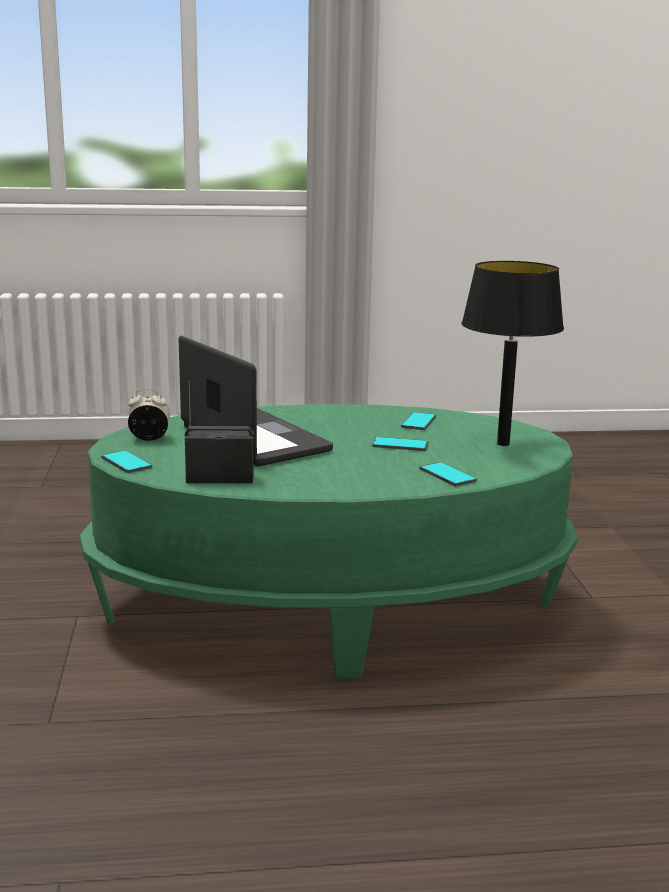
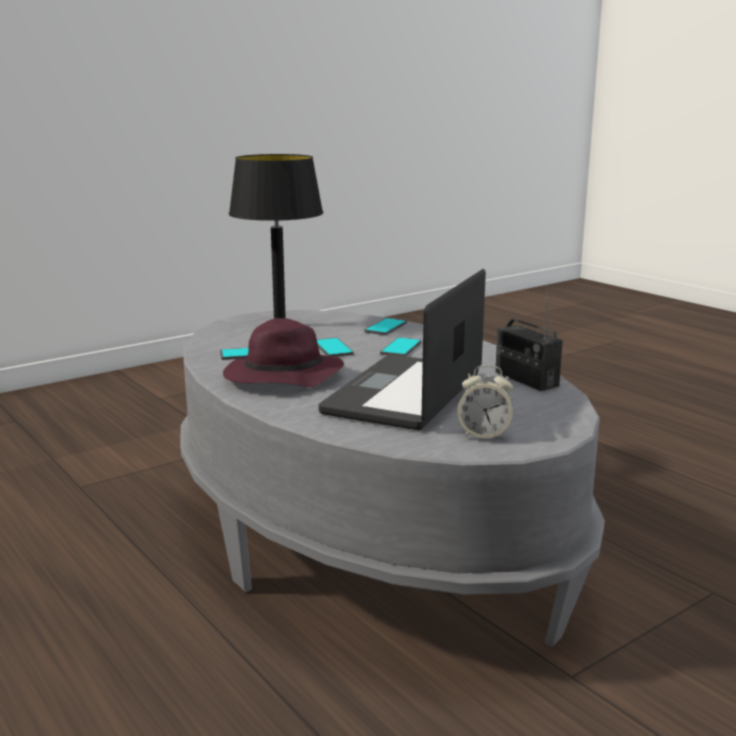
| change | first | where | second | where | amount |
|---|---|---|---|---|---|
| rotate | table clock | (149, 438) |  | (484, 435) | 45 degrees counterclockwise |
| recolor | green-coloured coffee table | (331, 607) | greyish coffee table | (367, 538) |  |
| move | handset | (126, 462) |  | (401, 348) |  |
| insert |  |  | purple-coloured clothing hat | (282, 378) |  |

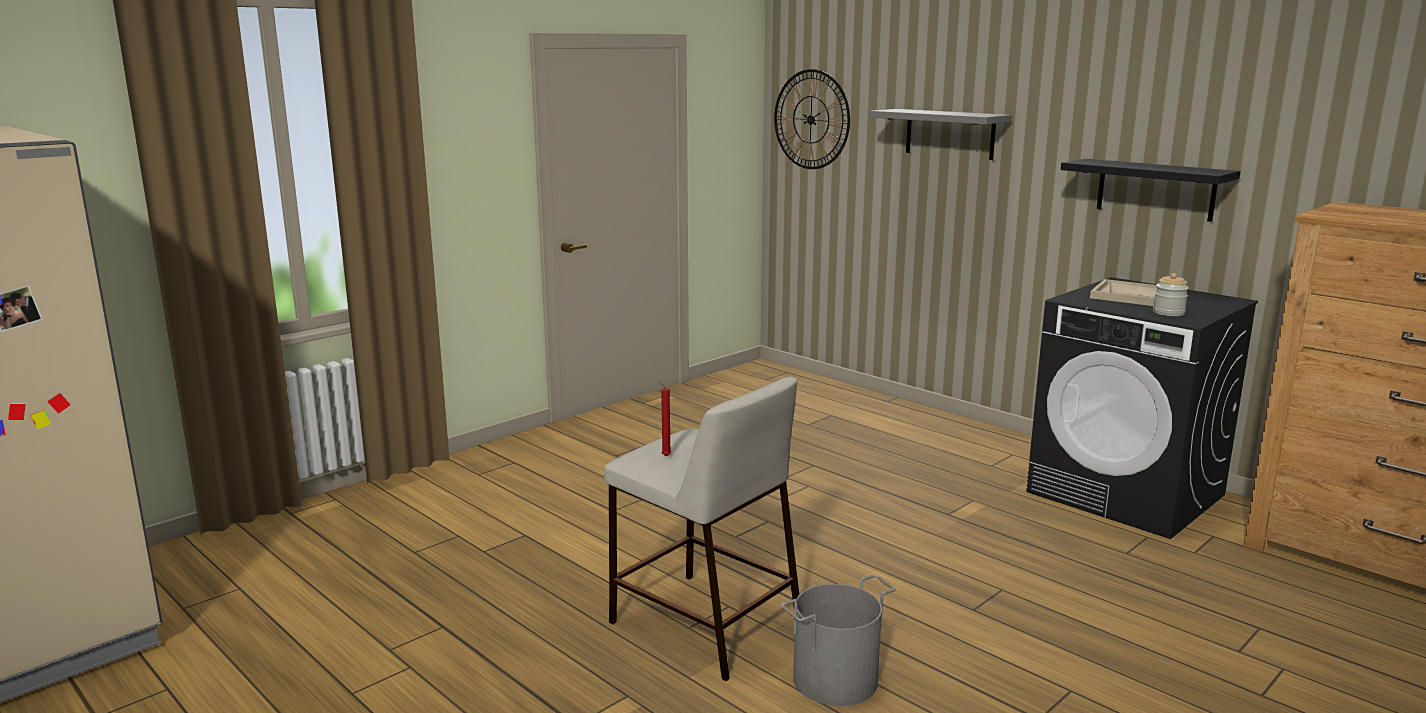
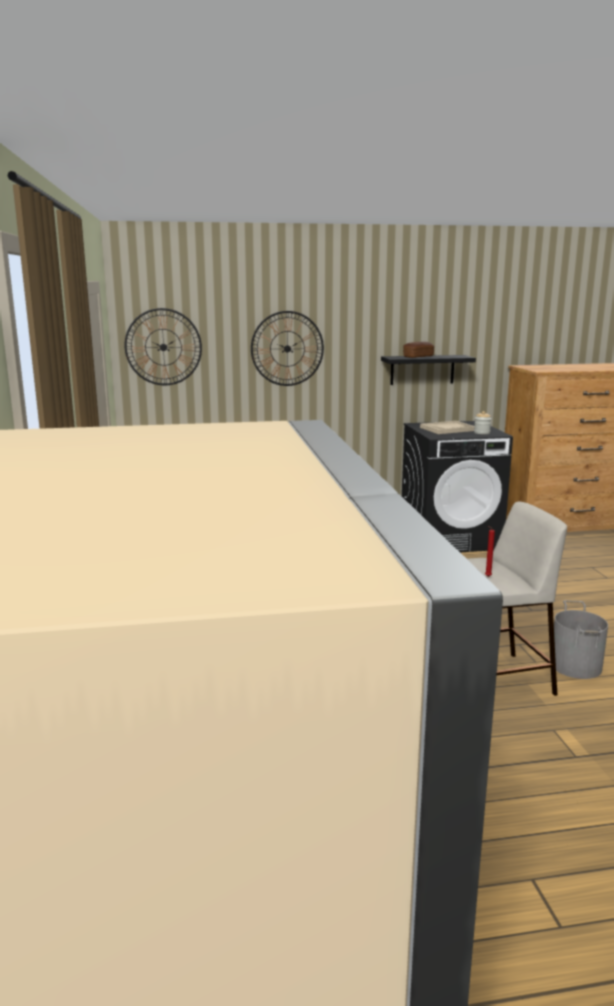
| change | first | where | second | where | amount |
|---|---|---|---|---|---|
| replace | greyish wall shelf | (949, 134) | wall clock | (287, 348) |  |
| insert |  |  | baked bread | (418, 357) |  |

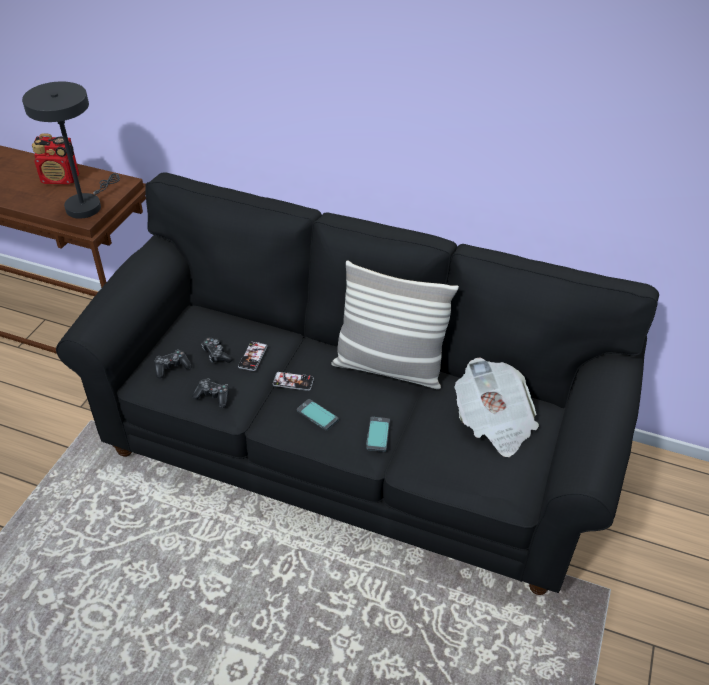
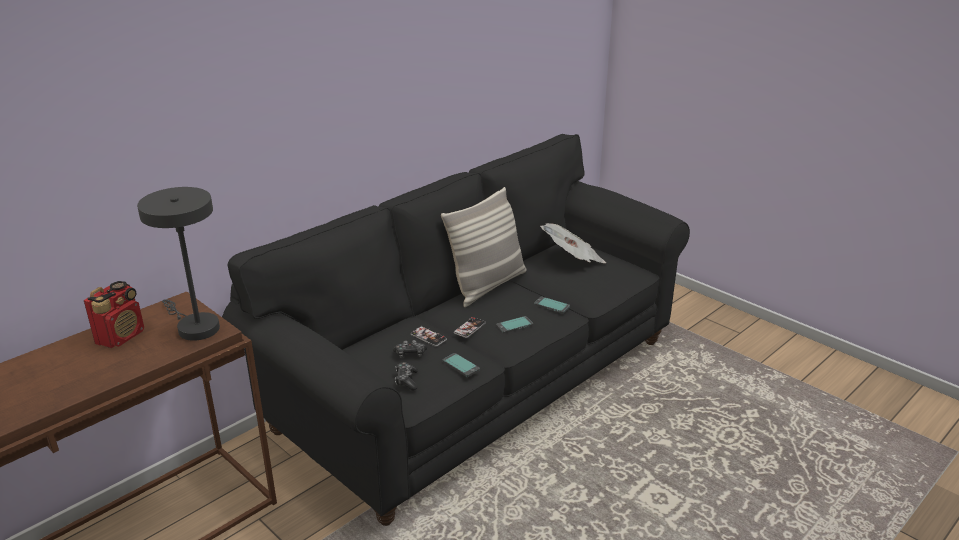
| change | first | where | second | where | amount |
|---|---|---|---|---|---|
| replace | game controller | (213, 396) | handset | (461, 365) |  |

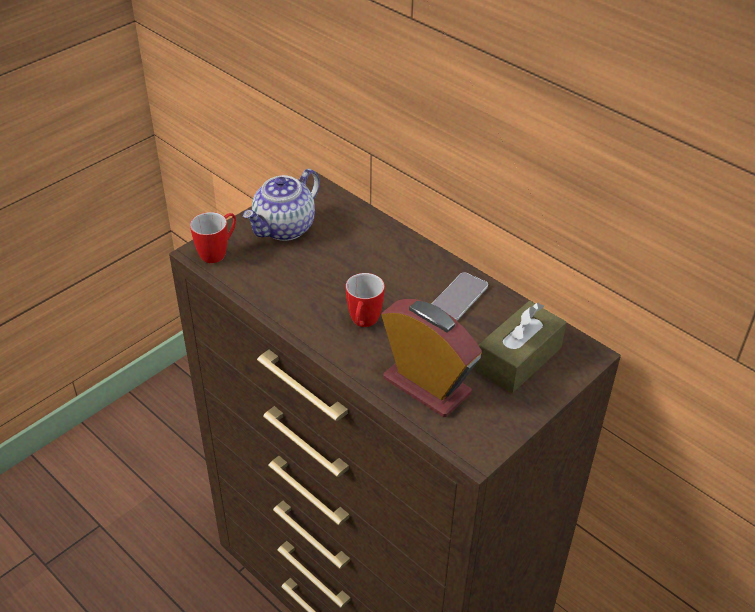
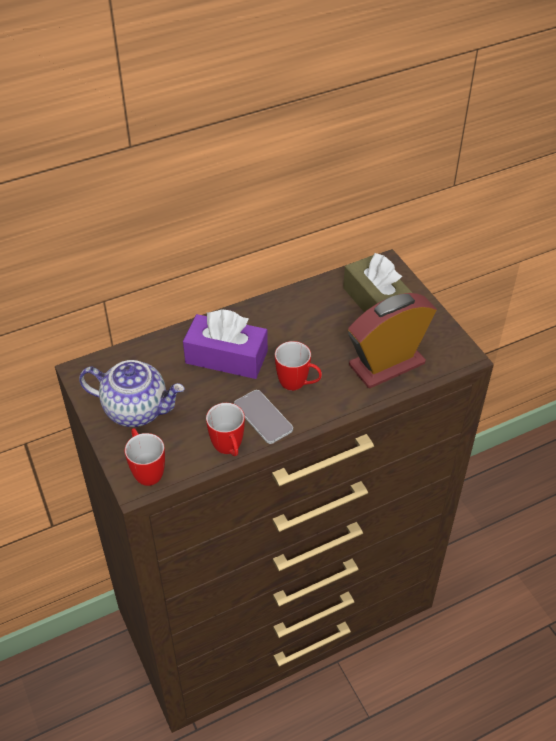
| change | first | where | second | where | amount |
|---|---|---|---|---|---|
| rotate | teapot | (285, 228) |  | (137, 409) | 45 degrees counterclockwise |
| move | handset | (459, 297) |  | (263, 417) |  |
| insert |  |  | purple-coloured tissue box | (226, 357) |  |
| insert |  |  | tea mug | (229, 450) |  |

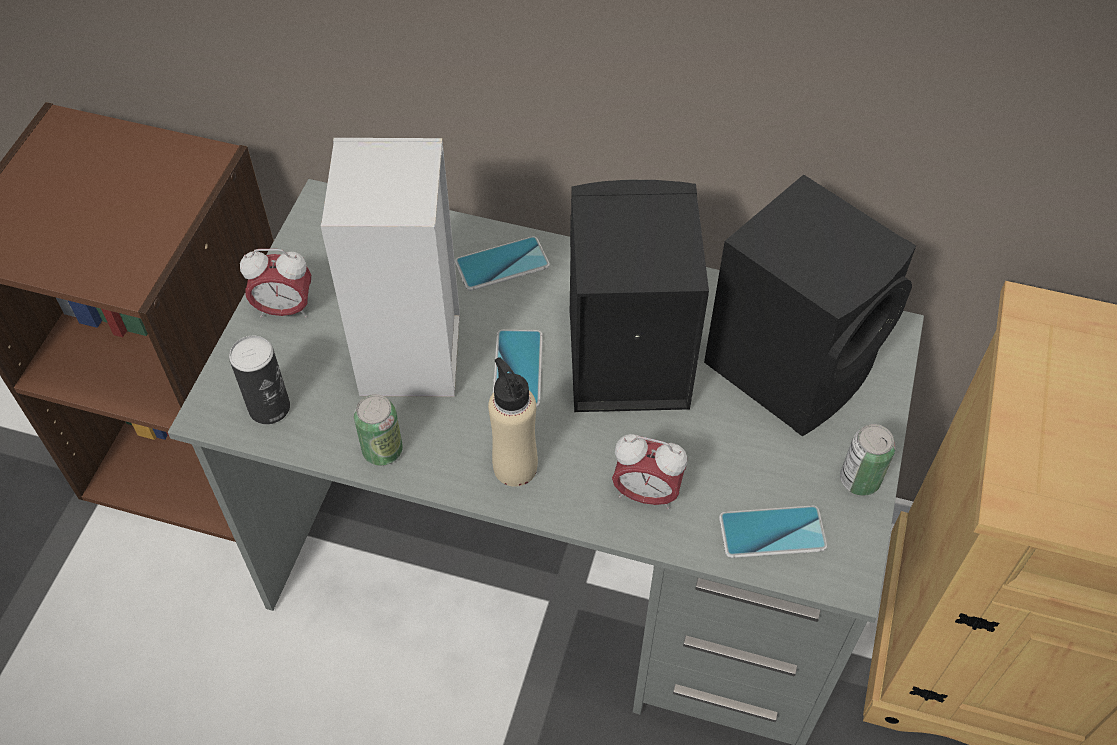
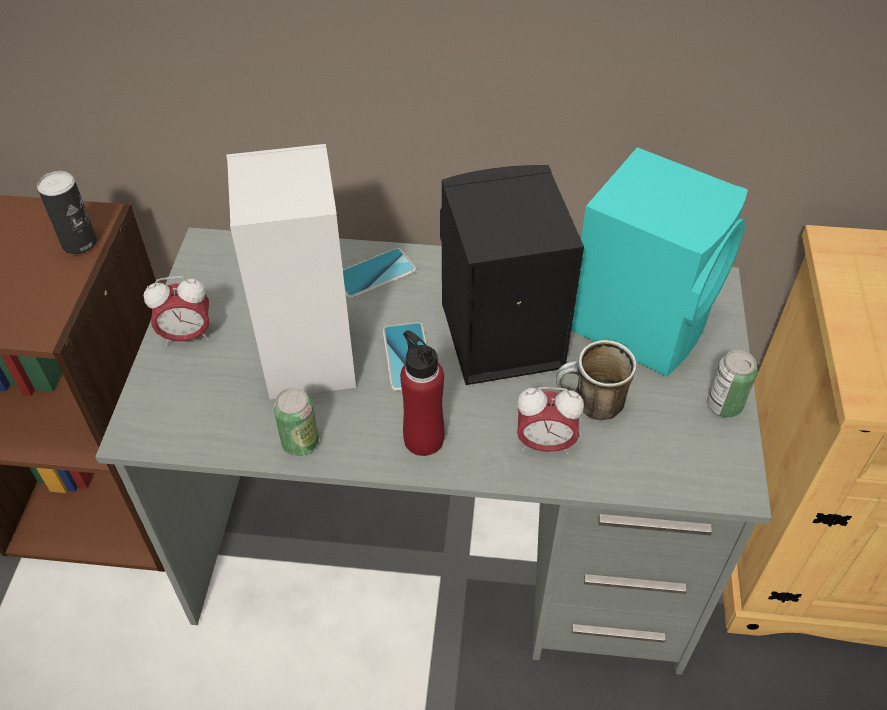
| change | first | where | second | where | amount |
|---|---|---|---|---|---|
| recolor | blackish speaker | (793, 364) | turquoise speaker | (642, 320) |  |
| move | metal can | (269, 407) |  | (79, 243) |  |
| recolor | beige-coloured bottle | (515, 467) | red-coloured bottle | (423, 439) |  |
| delete | handset | (772, 532) |  |  |  |
| insert |  |  | tea mug | (589, 407) |  |

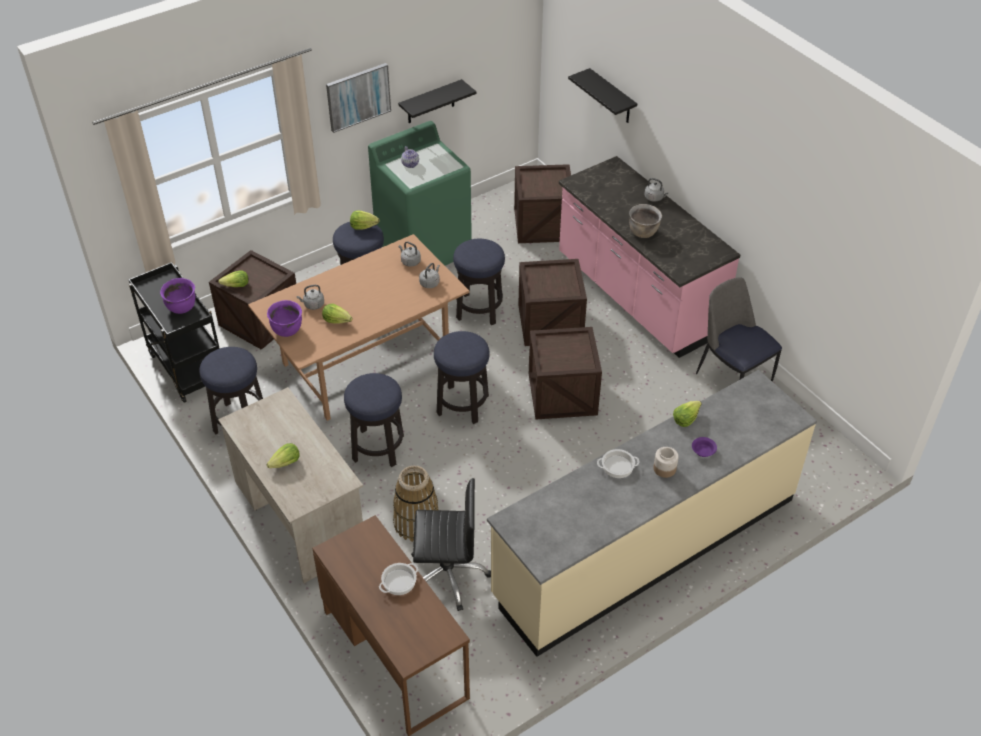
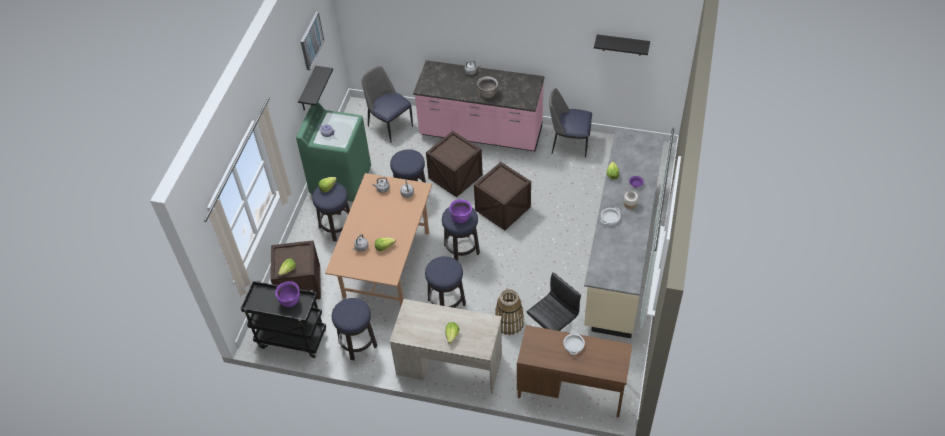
| change | first | where | second | where | amount |
|---|---|---|---|---|---|
| move | wall picture | (358, 97) |  | (311, 40) |  |
| move | blackish wall shelf | (612, 97) |  | (622, 45) |  |
| replace | shipping crate | (542, 225) | chair | (389, 125) |  |
| move | purple-coloured stockpot | (287, 330) |  | (461, 217) |  |

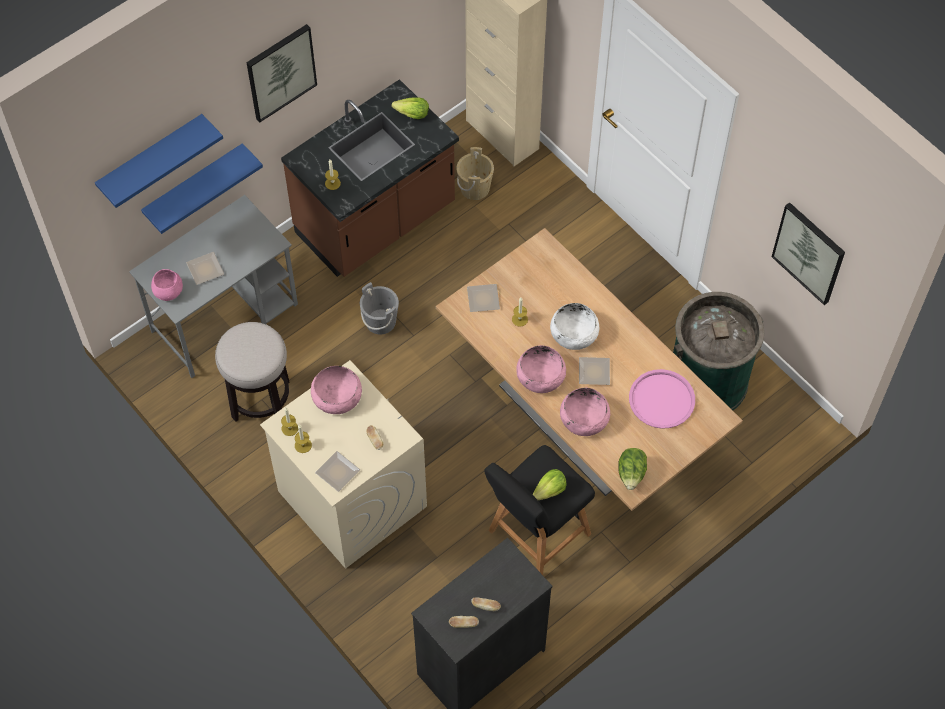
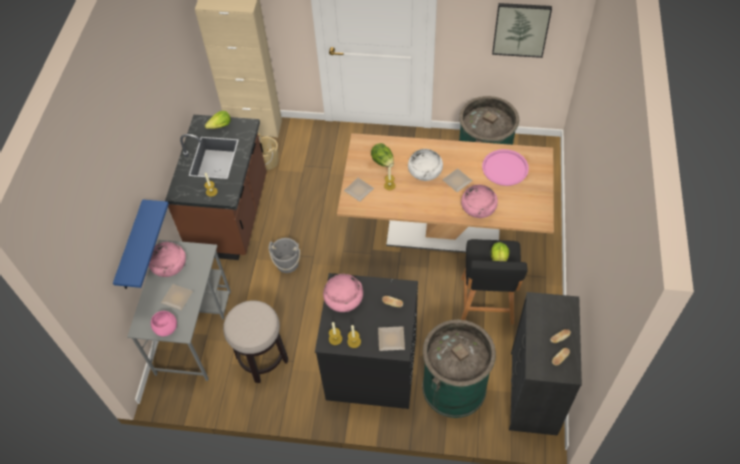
| change | first | where | second | where | amount |
|---|---|---|---|---|---|
| delete | wall picture | (280, 72) |  |  |  |
| delete | blue-coloured wall shelf | (151, 159) |  |  |  |
| move | pink-coloured bowl | (540, 375) |  | (169, 264) |  |
| recolor | beige-coloured laundry machine | (351, 498) | blackish laundry machine | (371, 368) |  |
| move | lettuce | (631, 474) |  | (383, 162) |  |
| insert |  |  | green-coloured waste bin | (454, 387) |  |

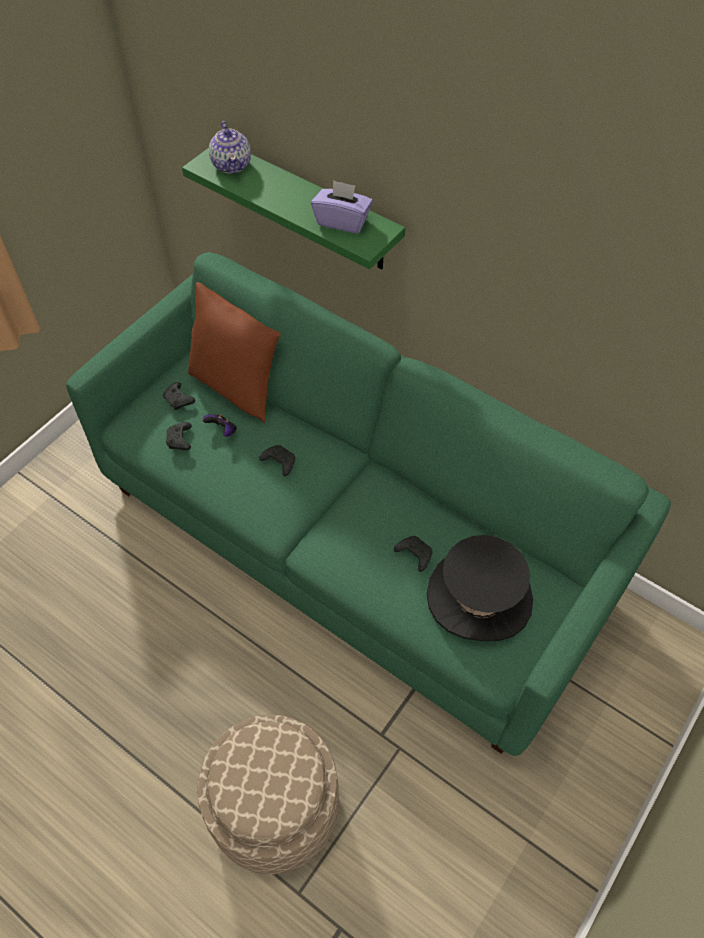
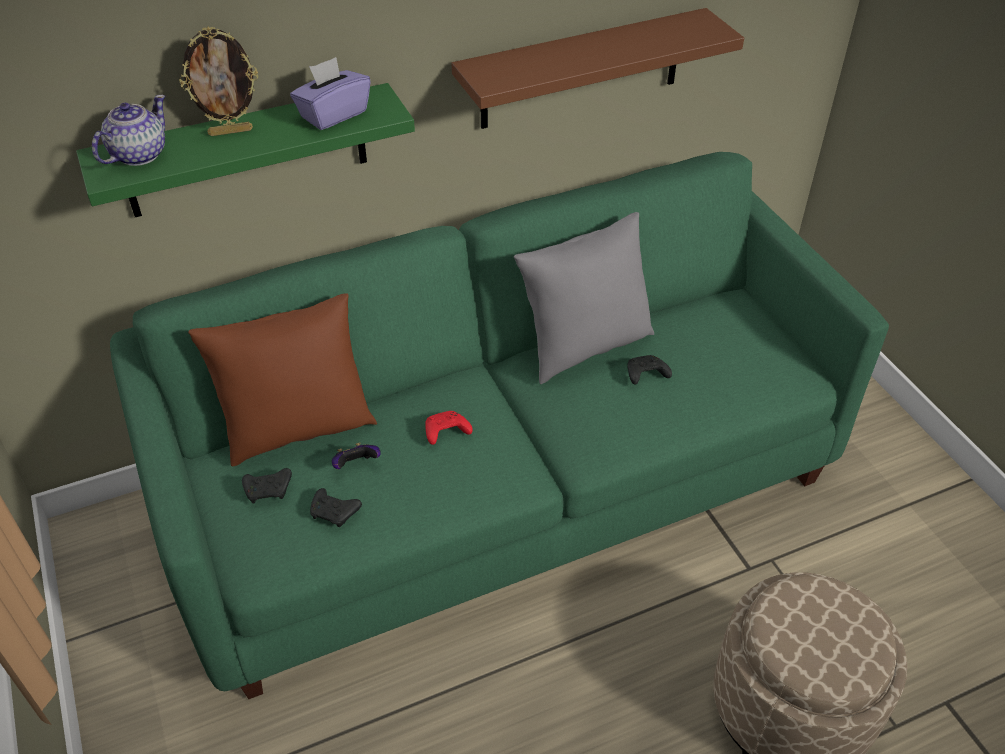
| change | first | where | second | where | amount |
|---|---|---|---|---|---|
| rotate | teapot | (232, 164) |  | (138, 155) | 75 degrees counterclockwise |
| recolor | blackish game controller | (278, 462) | red-coloured game controller | (445, 433) |  |
| delete | blackish clothing hat | (479, 597) |  |  |  |
| insert |  |  | brown-coloured wall shelf | (581, 69) |  |
| insert |  |  | photo frame | (231, 131) |  |
| insert |  |  | greyish throw pillow | (584, 347) |  |

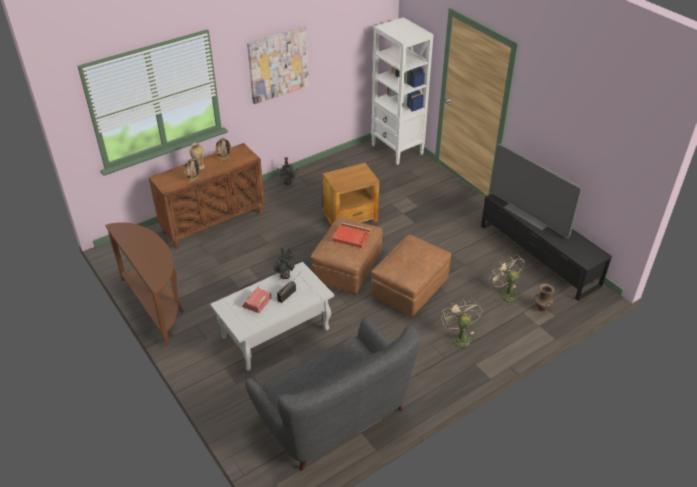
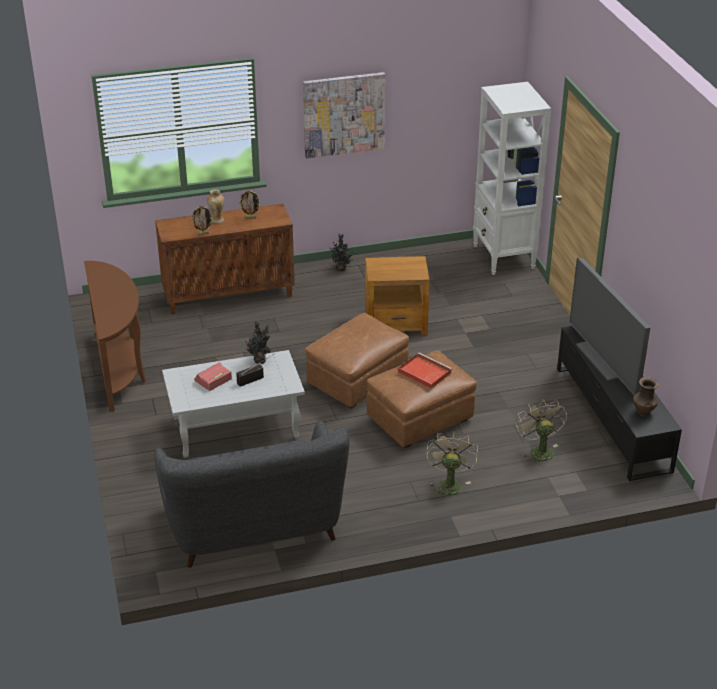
| change | first | where | second | where | amount |
|---|---|---|---|---|---|
| move | red-coloured serving tray | (350, 237) |  | (423, 372) |  |
| move | brown-coloured decorative vase | (541, 308) |  | (643, 412) |  |

